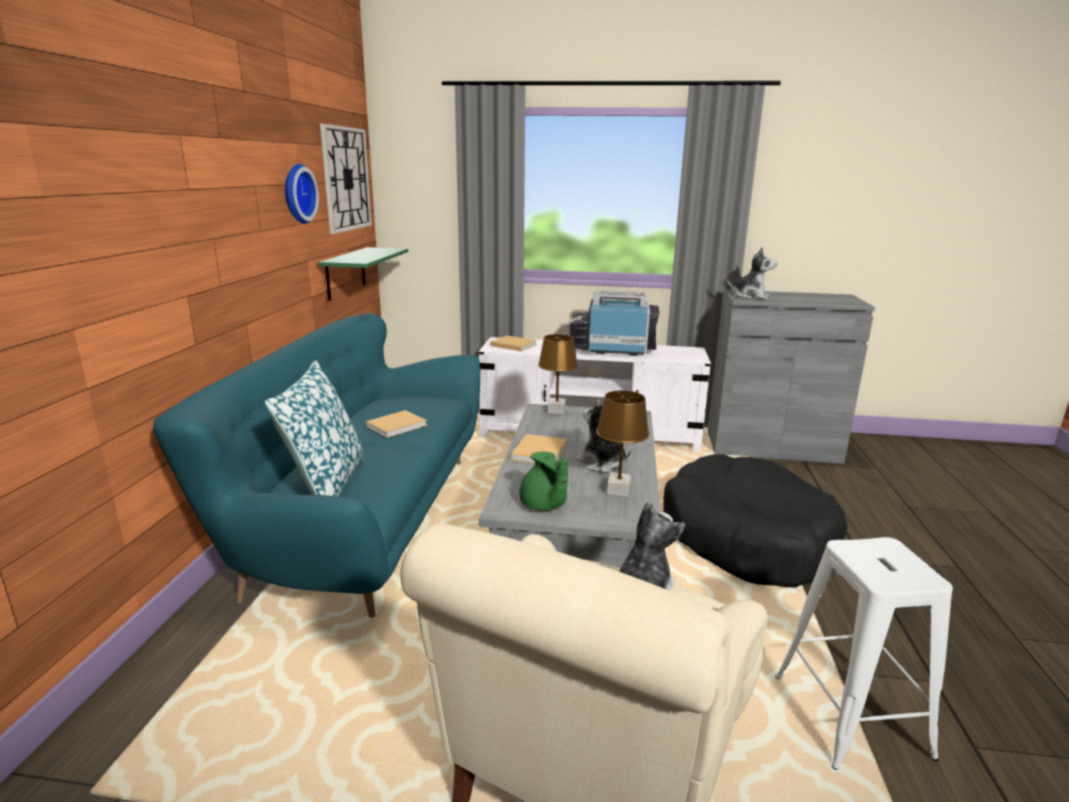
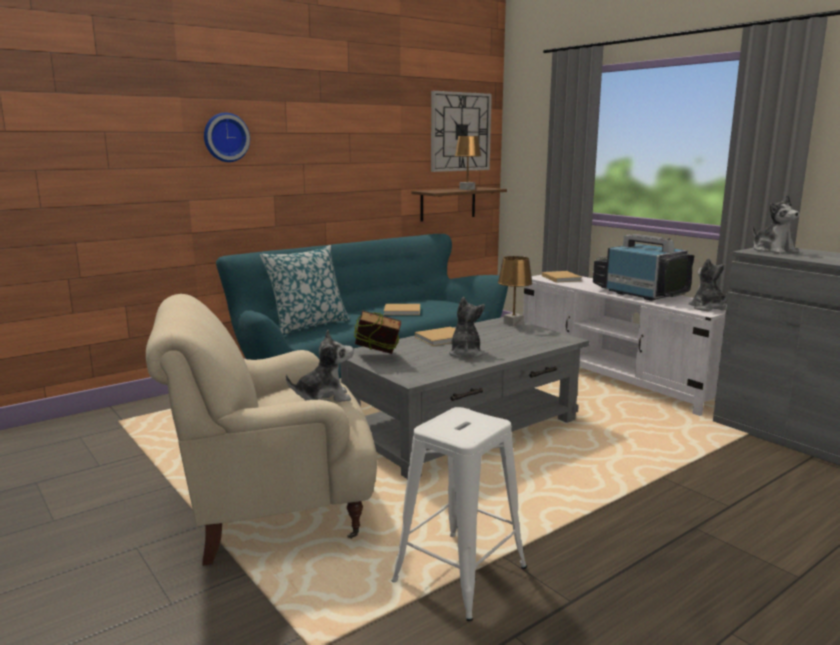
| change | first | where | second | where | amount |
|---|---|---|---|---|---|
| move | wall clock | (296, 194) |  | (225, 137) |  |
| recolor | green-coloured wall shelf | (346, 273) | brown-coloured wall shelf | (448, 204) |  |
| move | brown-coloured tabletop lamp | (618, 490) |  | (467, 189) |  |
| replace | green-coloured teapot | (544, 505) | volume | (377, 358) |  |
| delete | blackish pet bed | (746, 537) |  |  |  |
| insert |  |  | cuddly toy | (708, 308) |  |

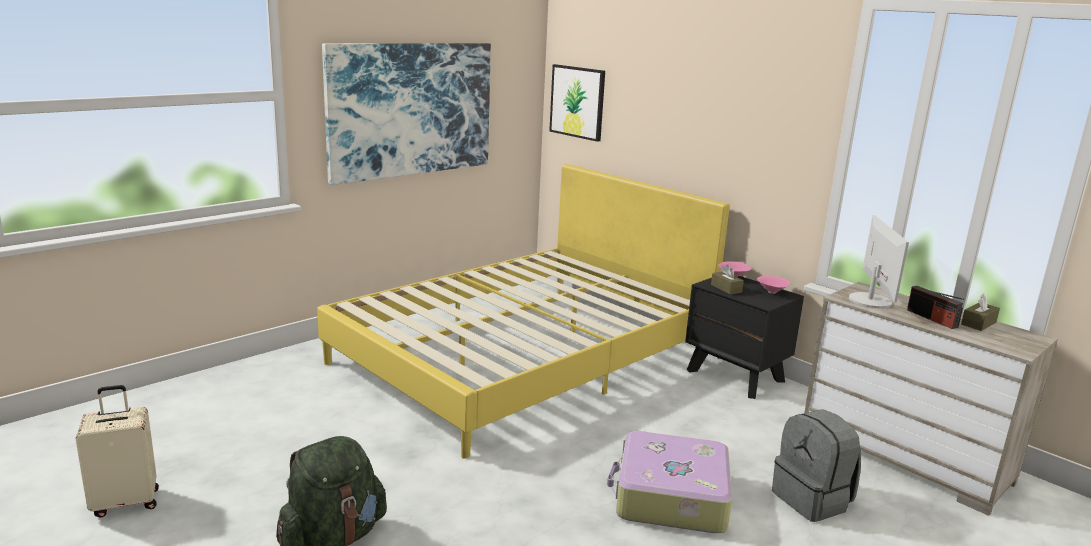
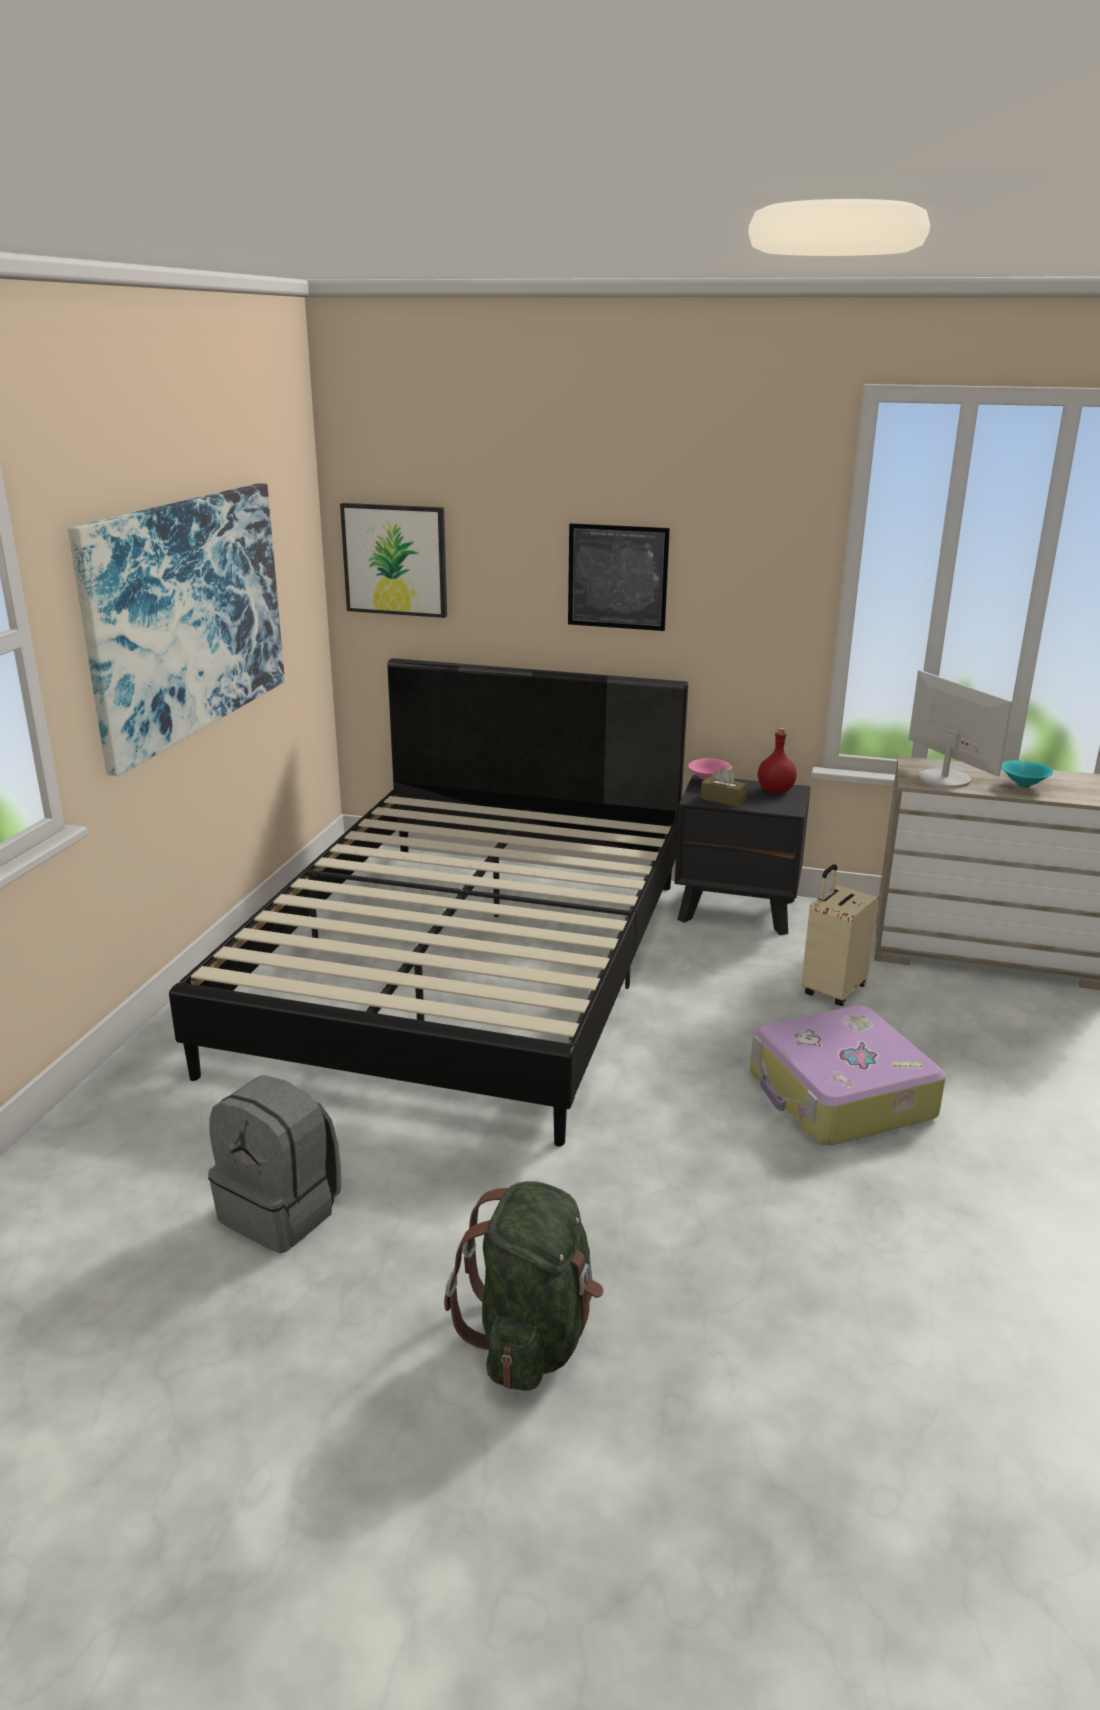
| change | first | where | second | where | amount |
|---|---|---|---|---|---|
| recolor | yellow sleeping bed | (525, 357) | blackish sleeping bed | (468, 967) |  |
| replace | pink-coloured bowl | (772, 292) | red-coloured bottle | (775, 791) |  |
| replace | radio receiver | (932, 318) | turquoise bowl | (1023, 785) |  |
| delete | brown-coloured tissue box | (978, 323) |  |  |  |
| move | beige-coloured suitcase | (126, 502) |  | (832, 990) |  |
| move | greyish rucksack | (812, 500) |  | (282, 1211) |  |
| insert |  |  | wall picture | (617, 577) |  |

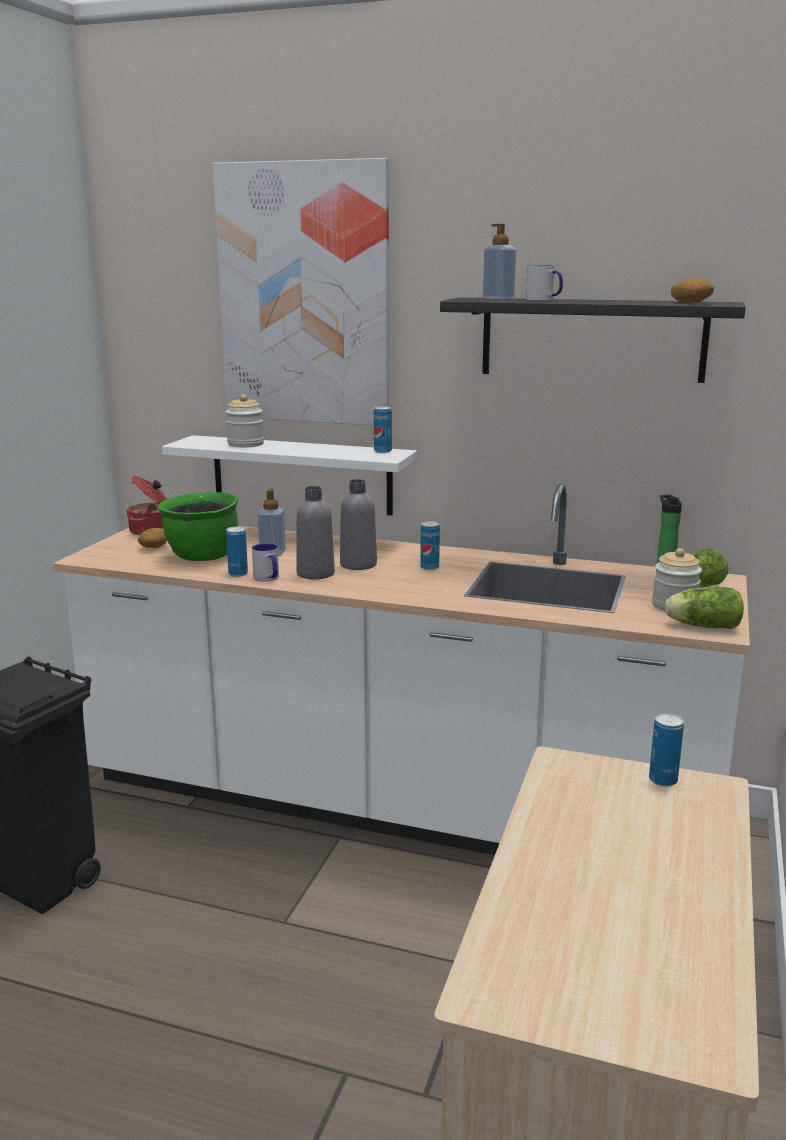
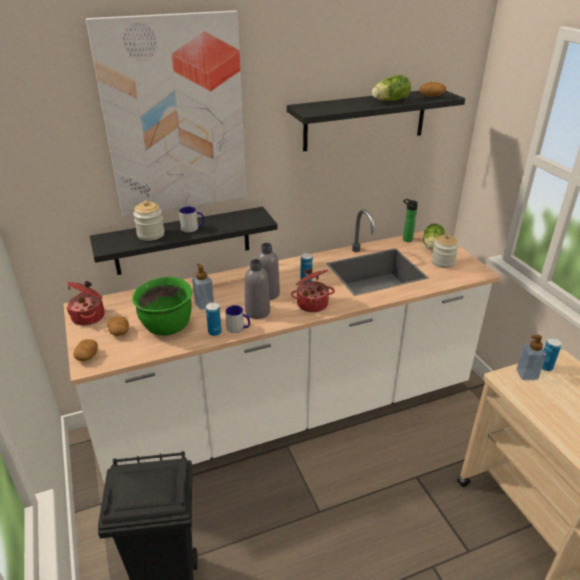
| change | first | where | second | where | amount |
|---|---|---|---|---|---|
| move | liquid soap bottle | (498, 298) |  | (526, 374) |  |
| move | tea mug | (544, 300) |  | (193, 228) |  |
| delete | metal can | (382, 451) |  |  |  |
| recolor | whitish wall shelf | (301, 475) | blackish wall shelf | (183, 241) |  |
| move | lettuce | (701, 626) |  | (389, 101) |  |
| insert |  |  | stockpot | (312, 303) |  |
| insert |  |  | potato | (87, 356) |  |

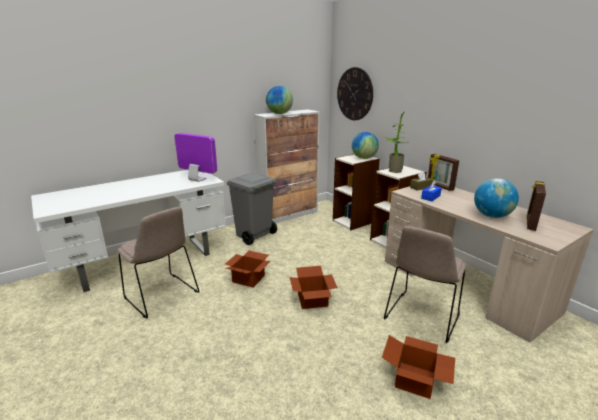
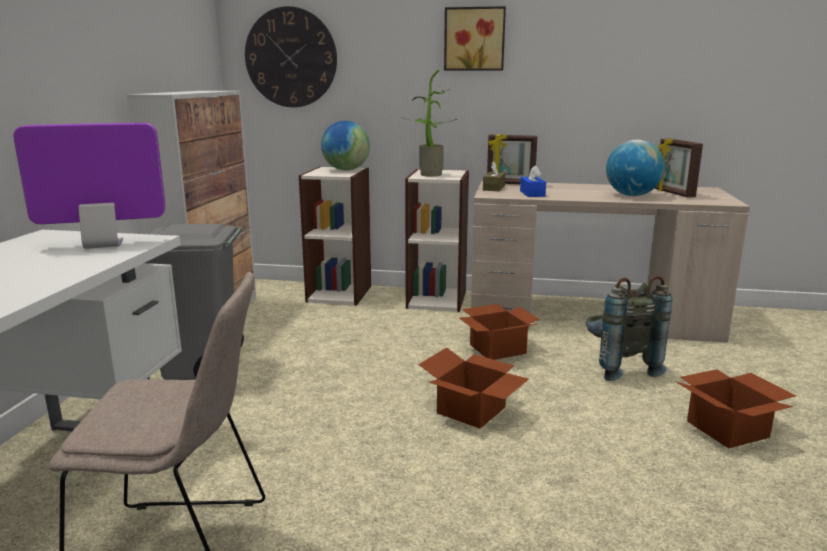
| change | first | where | second | where | amount |
|---|---|---|---|---|---|
| delete | globe | (279, 113) |  |  |  |
| replace | beige-coloured chair | (421, 318) | greyish rucksack | (618, 366) |  |
| move | carton | (249, 278) |  | (497, 348) |  |
| insert |  |  | wall picture | (474, 39) |  |

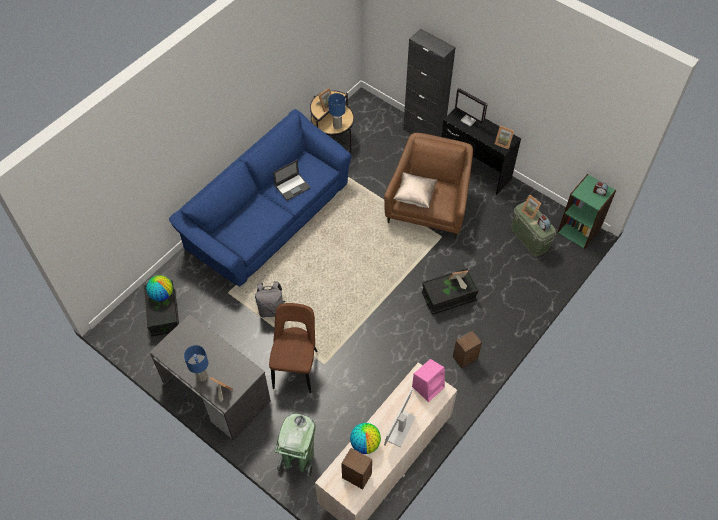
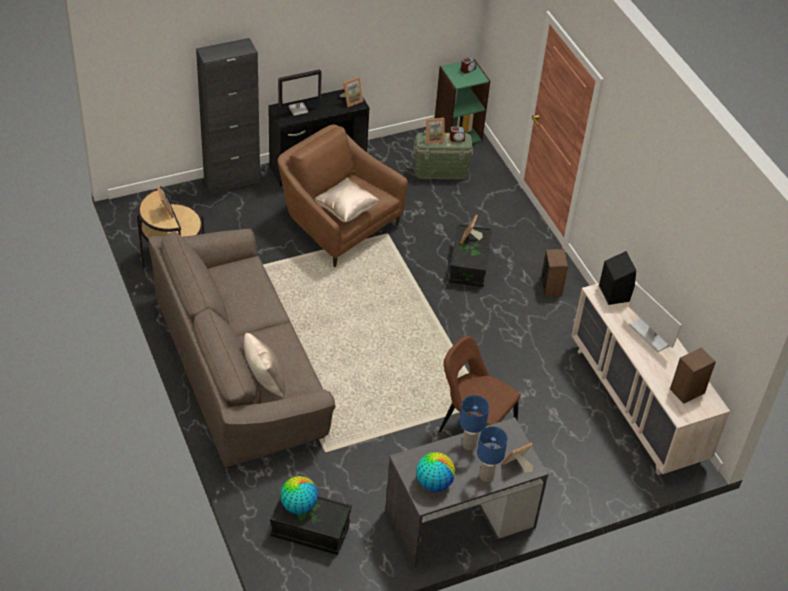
| change | first | where | second | where | amount |
|---|---|---|---|---|---|
| move | blue-coloured tabletop lamp | (337, 126) |  | (469, 444) |  |
| recolor | blue-coloured sofa | (268, 217) | brown-coloured sofa | (240, 367) |  |
| delete | laptop | (292, 187) |  |  |  |
| delete | greyish rucksack | (271, 309) |  |  |  |
| recolor | pink-coloured speaker | (428, 386) | blackish speaker | (615, 292) |  |
| delete | green-coloured waste bin | (298, 459) |  |  |  |
| move | globe | (365, 443) |  | (434, 483) |  |
| insert |  |  | beige-coloured throw pillow | (264, 381) |  |

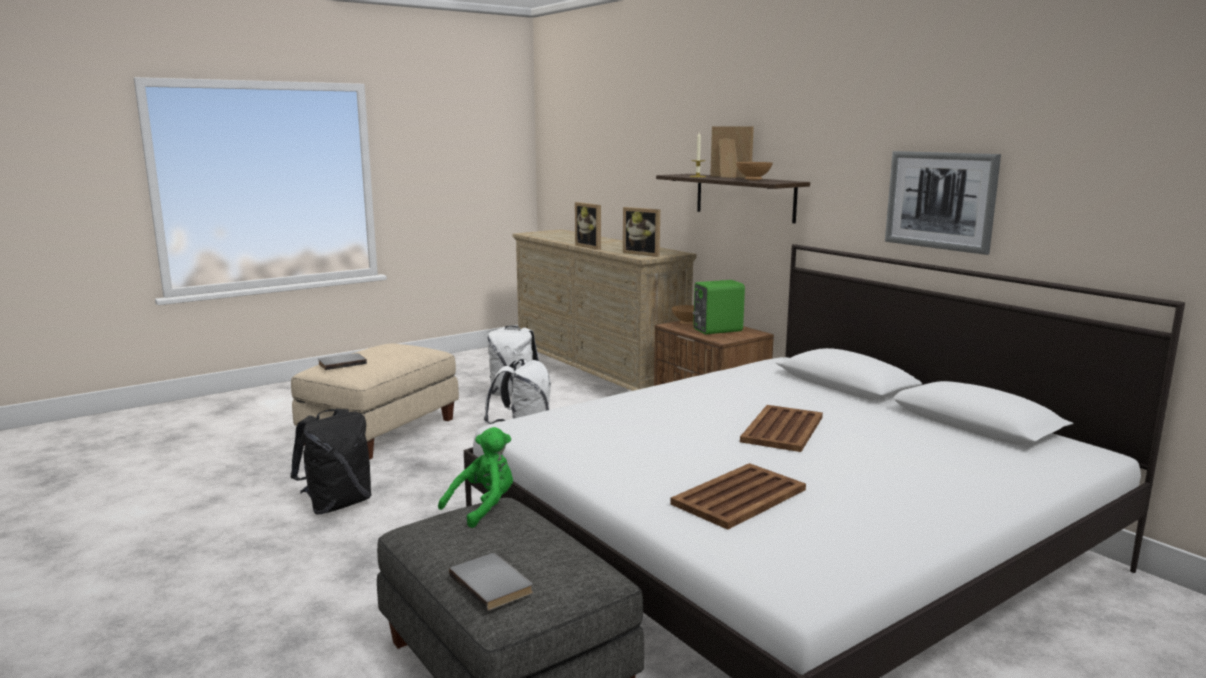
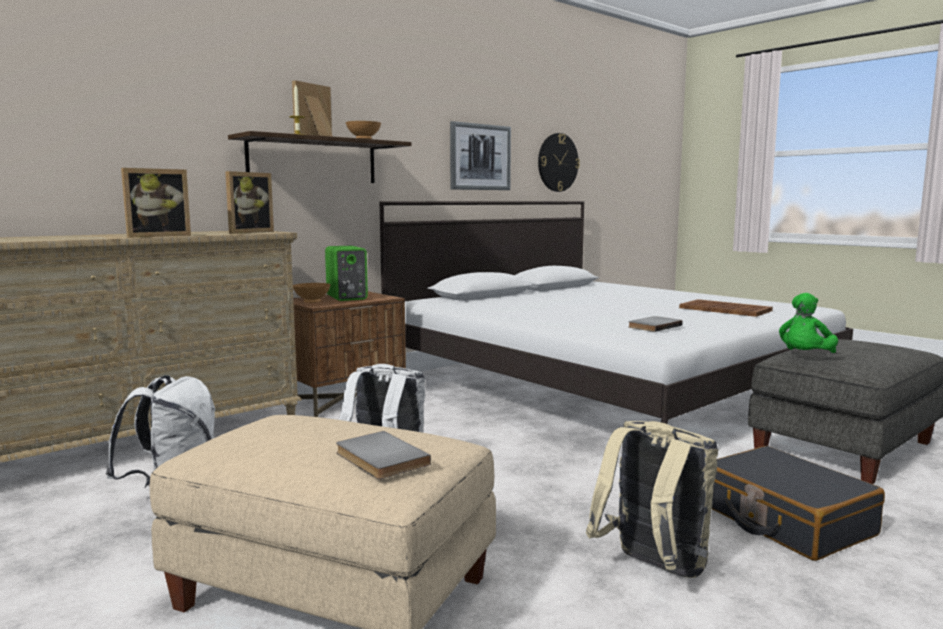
| change | first | where | second | where | amount |
|---|---|---|---|---|---|
| delete | brown-coloured serving tray | (782, 429) |  |  |  |
| recolor | blackish rucksack | (337, 504) | beige-coloured rucksack | (653, 569) |  |
| rotate | green-coloured cuddly toy | (484, 507) |  | (805, 357) | 90 degrees counterclockwise |
| move | greyish volume | (493, 583) |  | (653, 326) |  |
| insert |  |  | wall clock | (557, 162) |  |
| insert |  |  | blackish suitcase | (785, 520) |  |

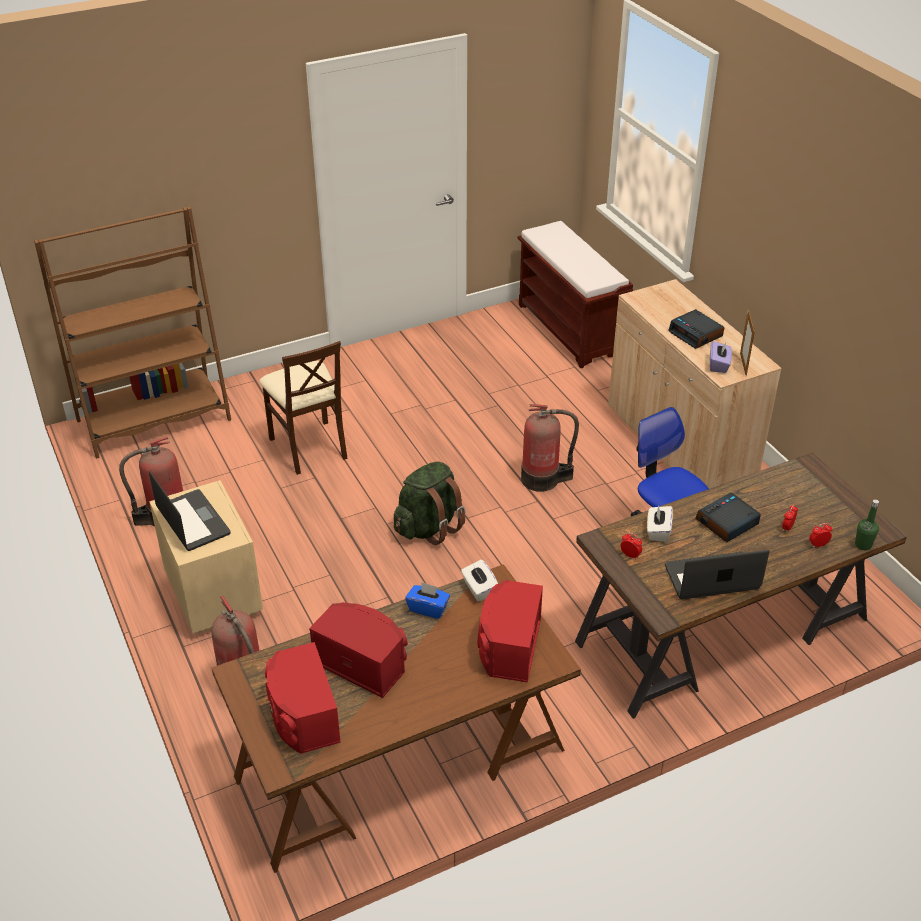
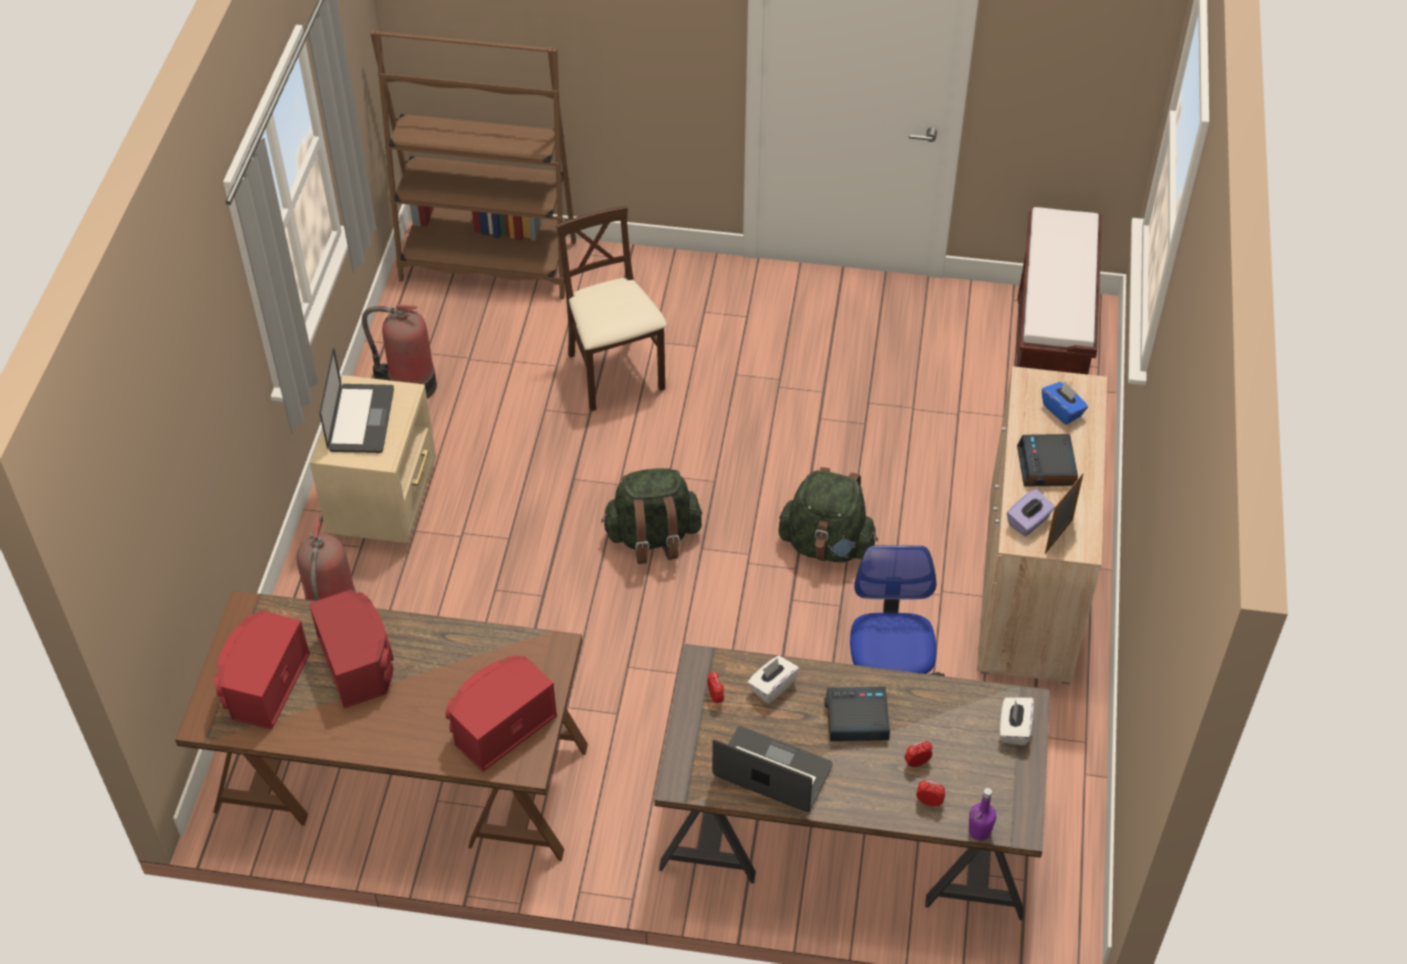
| change | first | where | second | where | amount |
|---|---|---|---|---|---|
| rotate | beige-coloured chair | (309, 447) |  | (614, 373) | 150 degrees clockwise |
| replace | fire-fighting cylinder | (543, 479) | green-coloured rucksack | (827, 545) |  |
| recolor | green-coloured bottle | (863, 545) | purple-coloured bottle | (979, 831) |  |
| move | whitish tissue box | (479, 589) |  | (1014, 729) |  |
| move | blue-coloured tissue box | (428, 608) |  | (1062, 410) |  |

